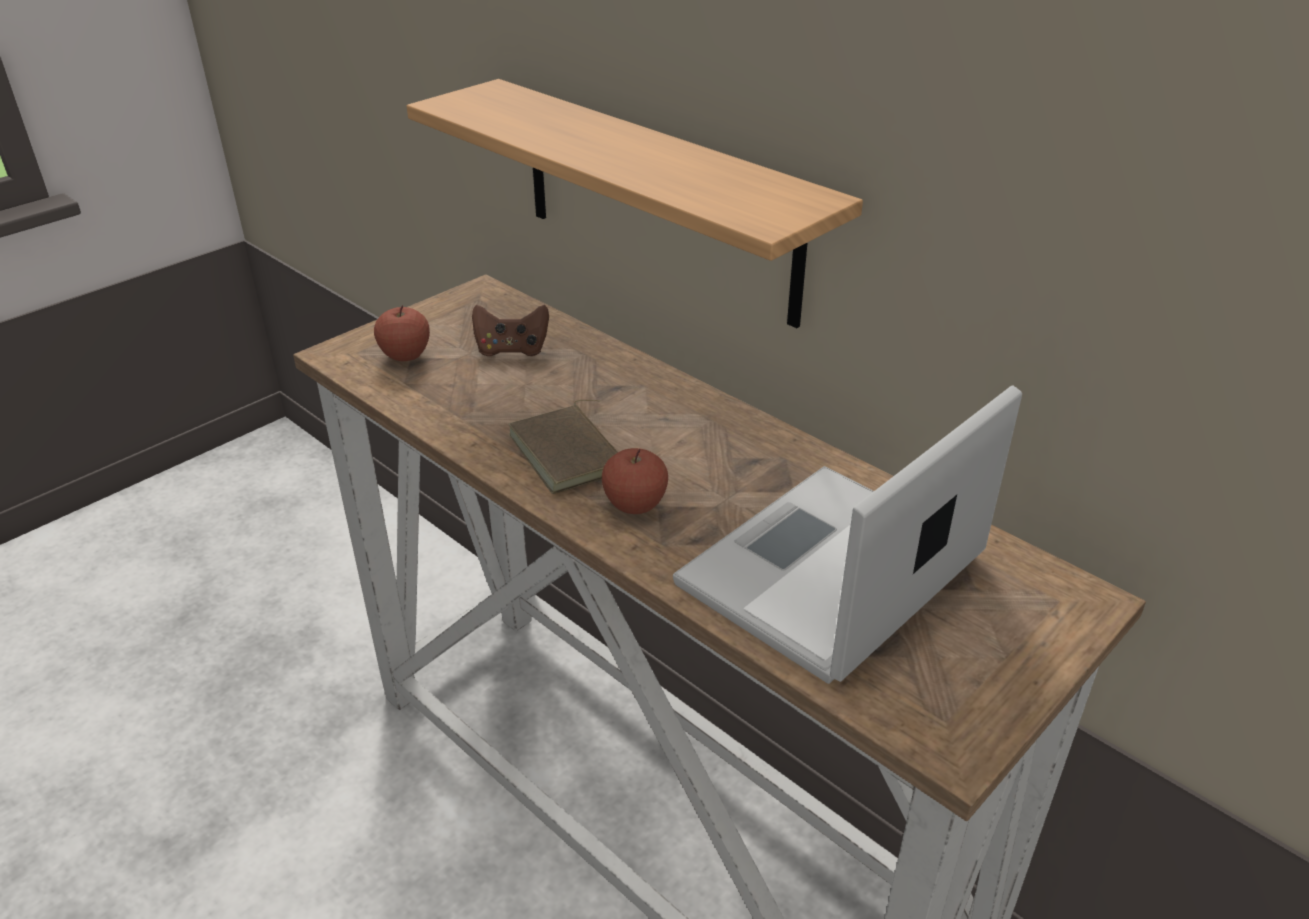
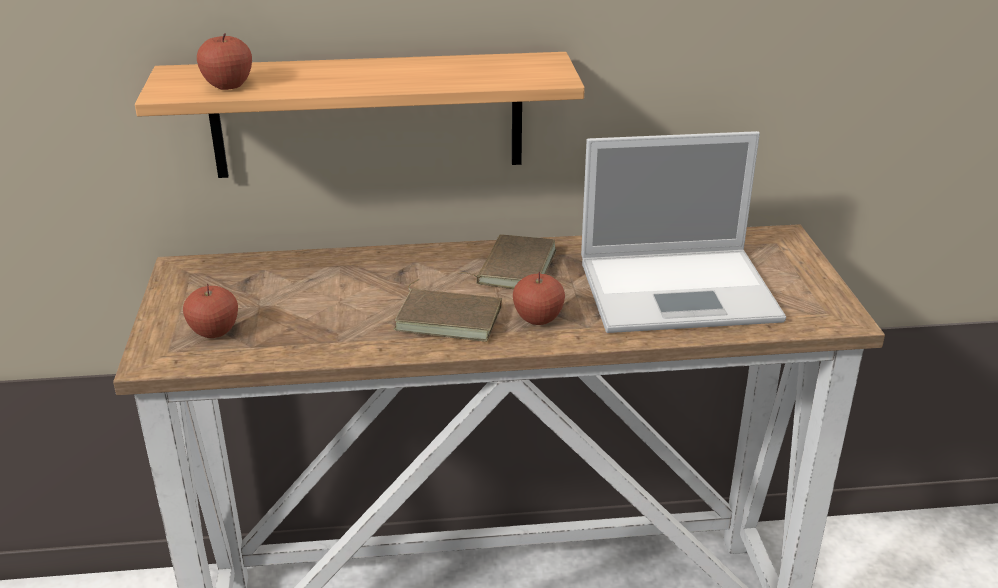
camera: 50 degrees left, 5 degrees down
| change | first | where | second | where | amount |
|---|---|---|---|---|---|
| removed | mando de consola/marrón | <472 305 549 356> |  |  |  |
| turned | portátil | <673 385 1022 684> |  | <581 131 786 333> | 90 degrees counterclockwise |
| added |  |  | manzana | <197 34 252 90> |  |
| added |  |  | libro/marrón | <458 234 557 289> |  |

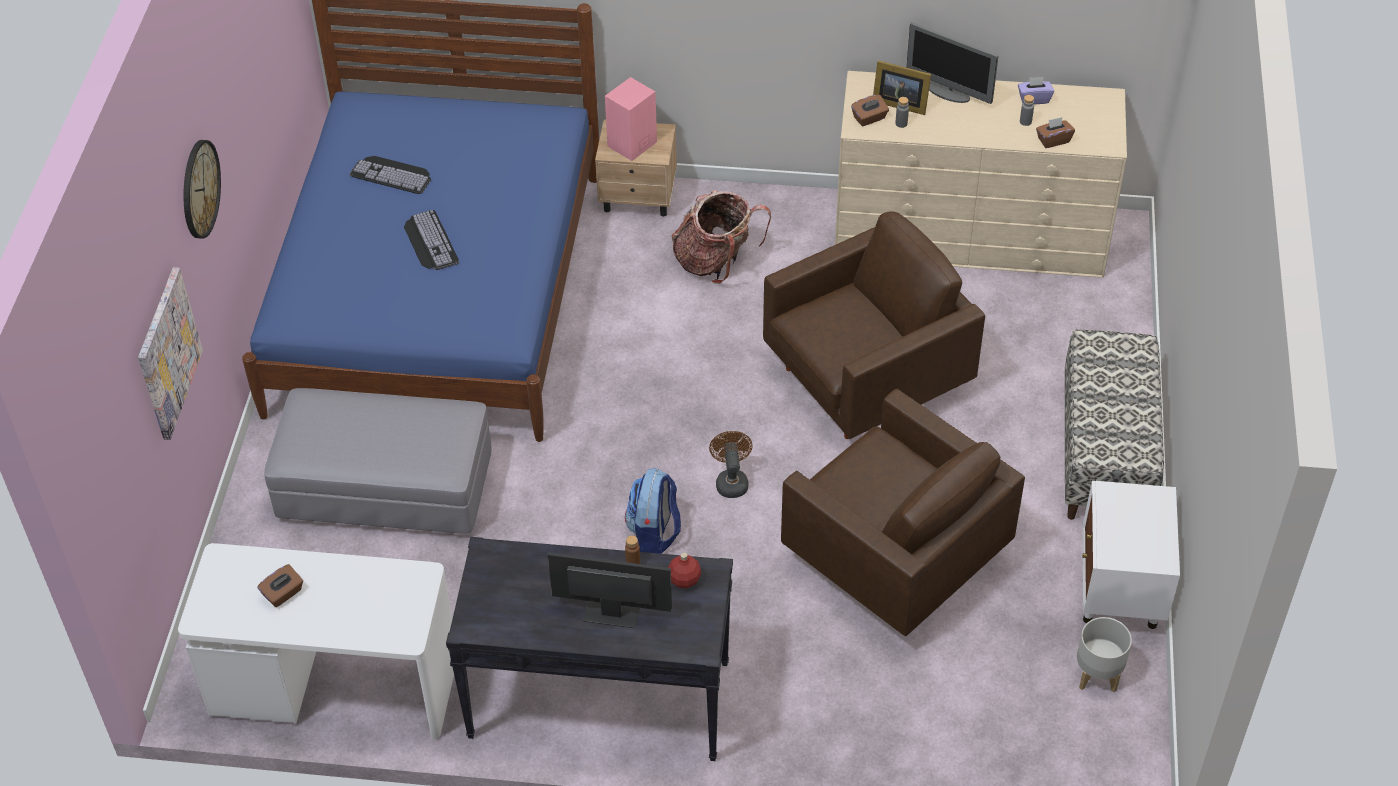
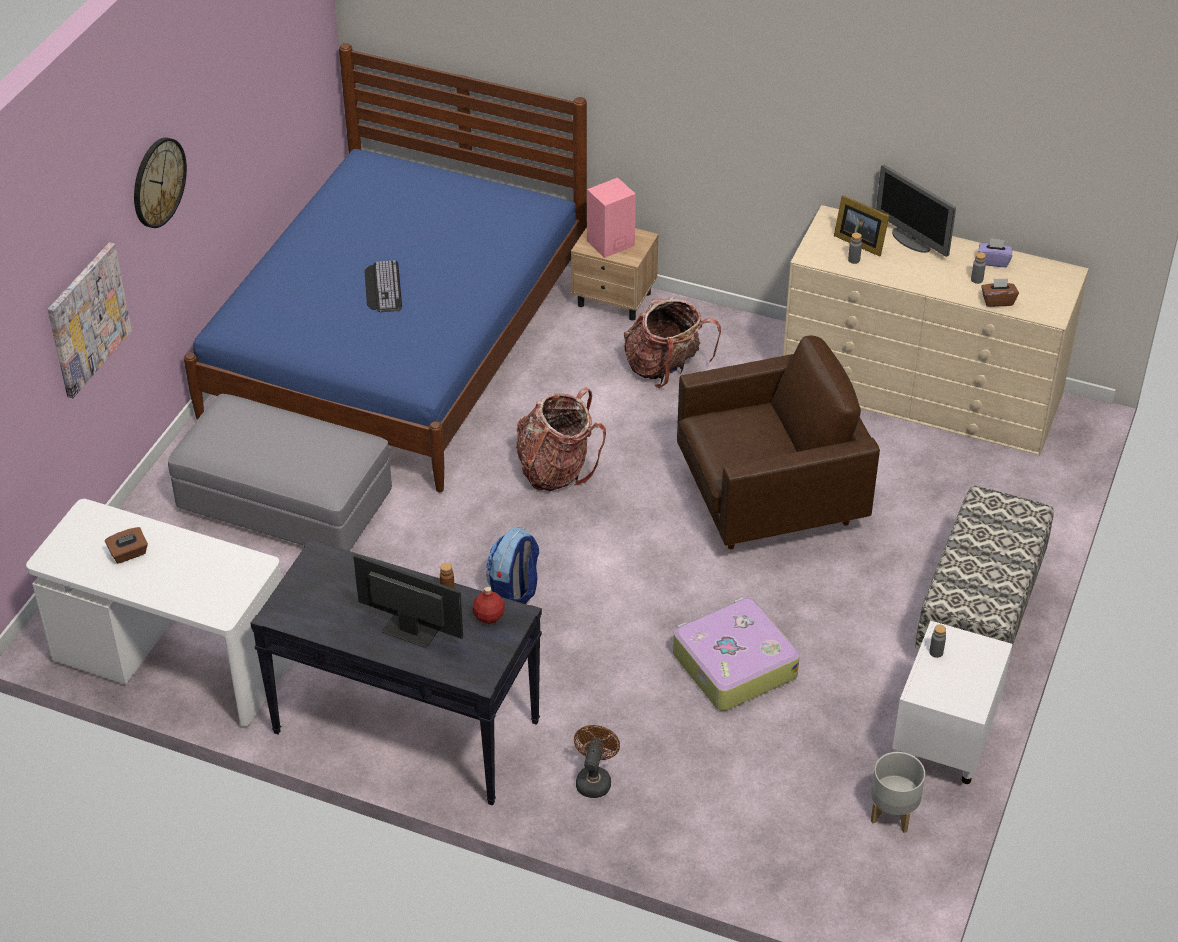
camera: 15 degrees right, 5 degrees down
| change | first | where | second | where | amount |
|---|---|---|---|---|---|
| removed | caja de pañuelos/marrón | <851 95 889 126> |  |  |  |
| removed | teclado | <350 156 431 194> |  |  |  |
| replaced | sillón/marrón | <781 388 1025 636> | maleta | <673 597 800 711> |  |
| moved | ventilador/marrón | <709 431 753 498> |  | <574 725 620 798> |  |
| added |  |  | mochila | <516 387 606 492> |  |
| added |  |  | botella/gris | <929 625 946 658> |  |

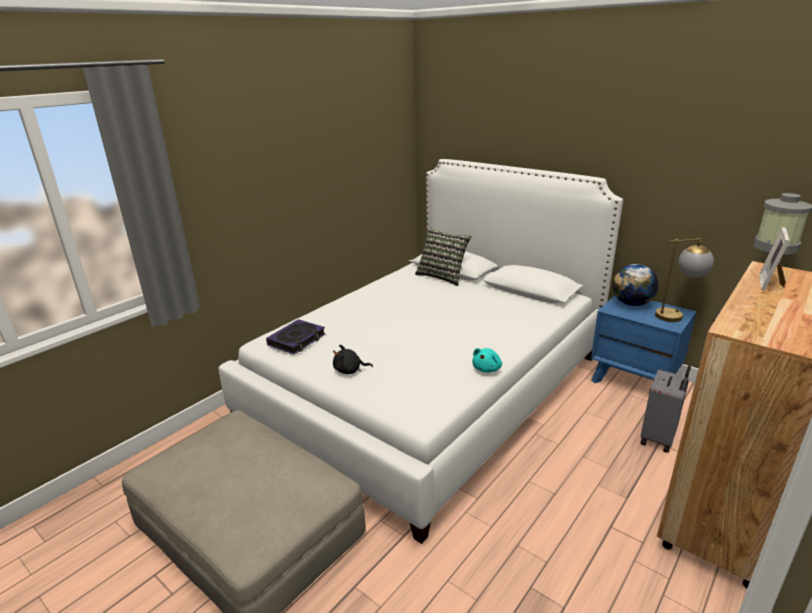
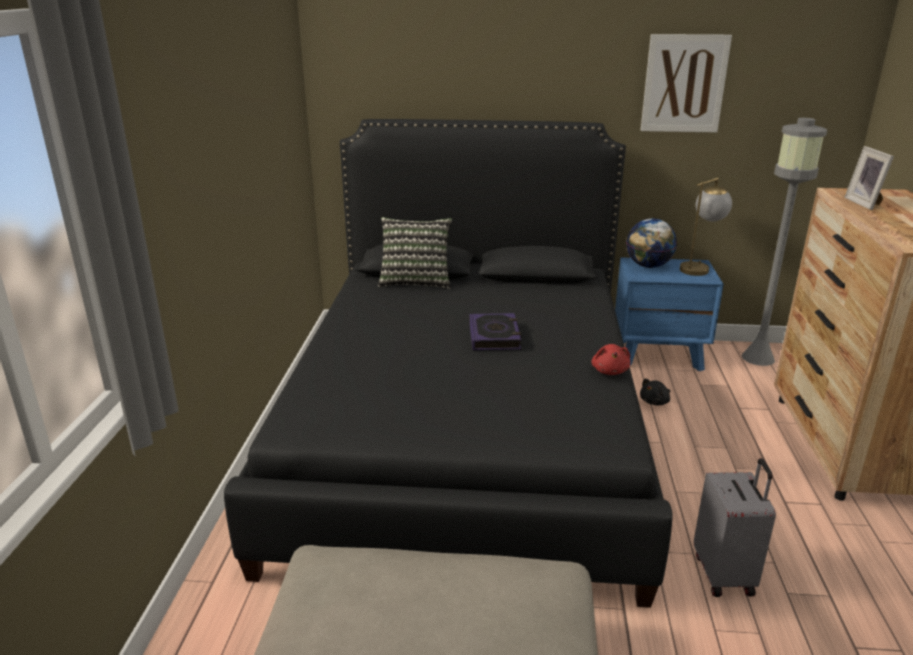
camera: 35 degrees left, 0 degrees up
| change | first | where | second | where | amount |
|---|---|---|---|---|---|
| recoloured | cama/blanco | <218 159 623 544> | cama/negro | <224 119 673 608> |  |
| moved | libro | <266 319 326 354> |  | <469 313 521 350> |  |
| moved | peluche/negro | <333 345 373 374> |  | <640 379 670 405> |  |
| recoloured | peluche/turquesa | <472 348 502 372> | peluche/rojo | <591 344 630 375> |  |
| moved | maleta/gris | <640 366 691 453> |  | <694 458 776 597> |  |
| added |  |  | cuadro | <641 34 732 132> |  |

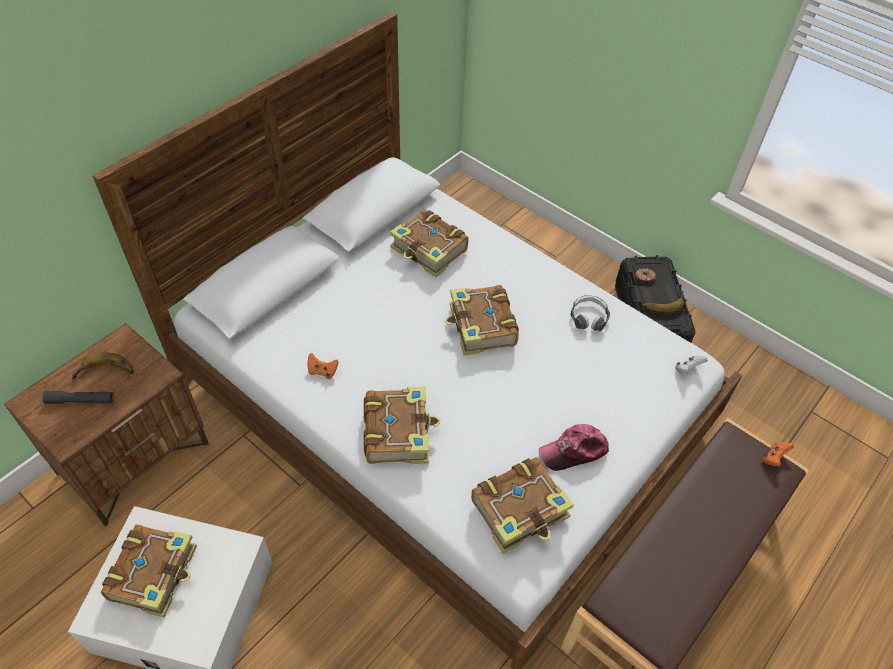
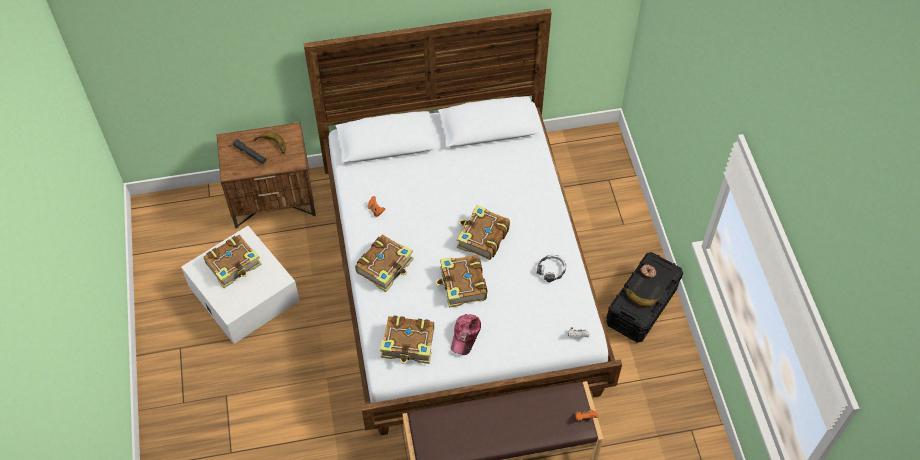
camera: 40 degrees right, 5 degrees up
| change | first | where | second | where | amount |
|---|---|---|---|---|---|
| moved | libro | <390 209 468 277> |  | <436 255 487 308> |  |
| turned | gorra | <539 424 609 471> |  | <451 314 481 355> | 90 degrees counterclockwise |

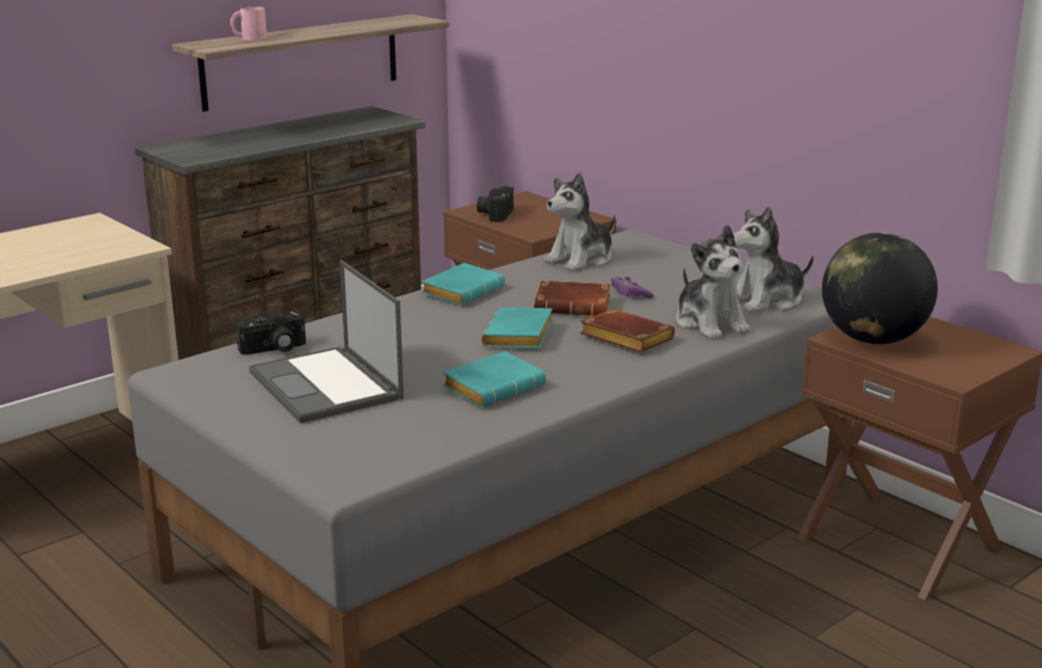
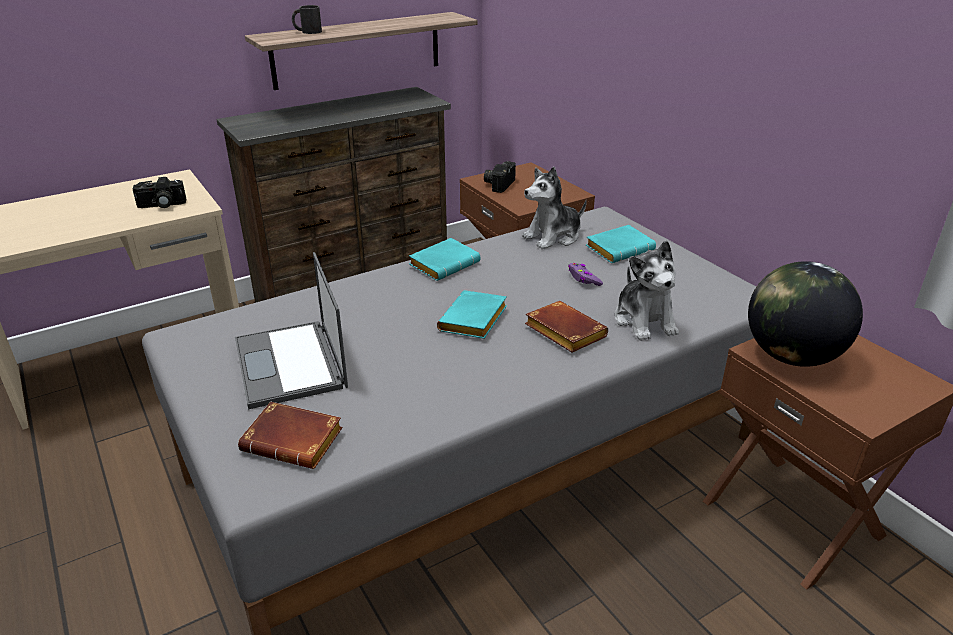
camera: 10 degrees right, 10 degrees up
| change | first | where | second | where | amount |
|---|---|---|---|---|---|
| recoloured | taza grande/rosa | <230 7 267 40> | taza grande/negro | <292 5 322 34> |  |
| removed | peluche | <733 206 814 312> |  |  |  |
| moved | libro/marrón | <534 281 610 316> |  | <238 402 343 469> |  |
| moved | cámara | <236 308 306 355> |  | <133 177 186 208> |  |
| moved | libro/turquesa | <443 351 546 408> |  | <586 225 656 263> |  |

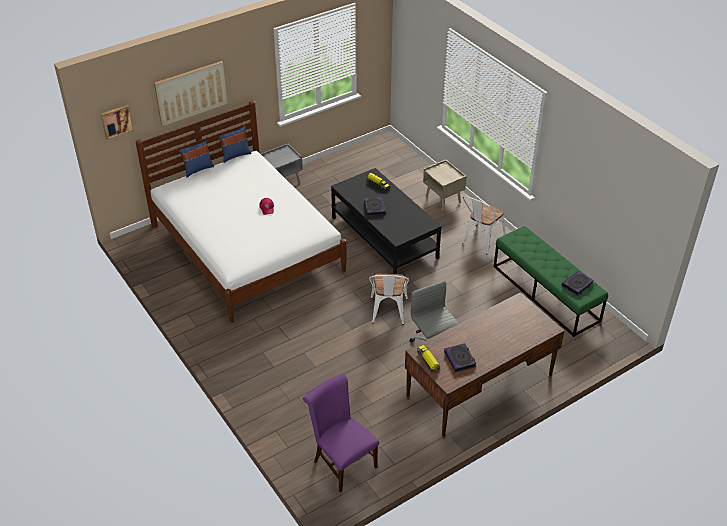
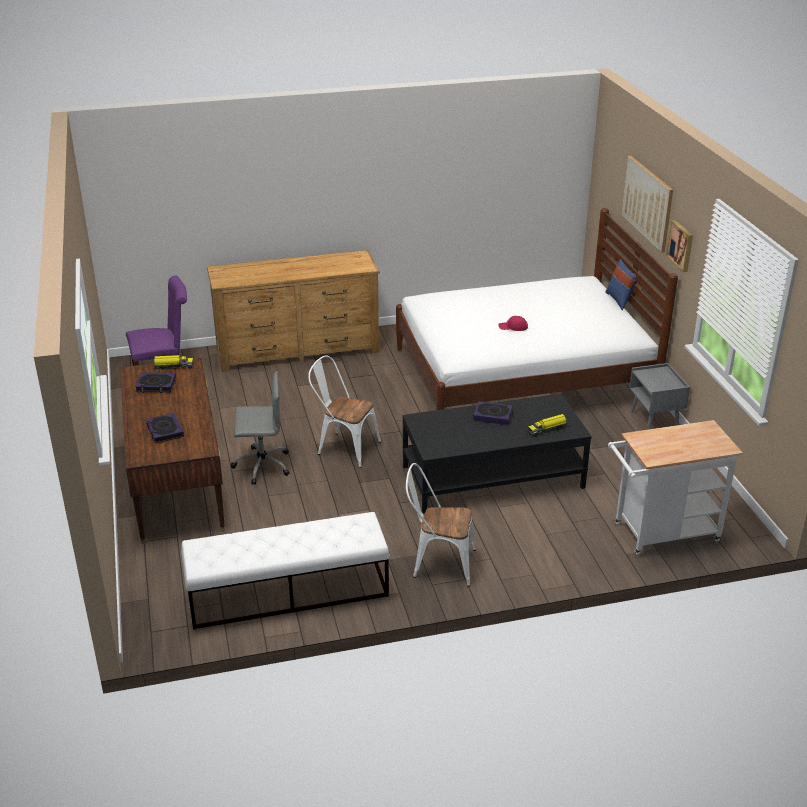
camera: 110 degrees right, 10 degrees down
| change | first | where | second | where | amount |
|---|---|---|---|---|---|
| moved | cuadro | <101 105 134 140> |  | <666 220 693 272> |  |
| removed | cojín/azul | <219 126 252 163> |  |  |  |
| removed | mesita de noche/beis | <423 159 467 211> |  |  |  |
| turned | silla/blanco | <462 196 506 255> |  | <406 463 476 587> | 45 degrees counterclockwise |
| recoloured | banco/verde | <494 226 608 337> | banco/blanco | <181 512 390 630> |  |
| moved | libro | <562 271 594 296> |  | <146 413 184 444> |  |
| added |  |  | cómoda/marrón | <207 250 380 372> |  |
| added |  |  | carrito/blanco | <608 420 743 555> |  |

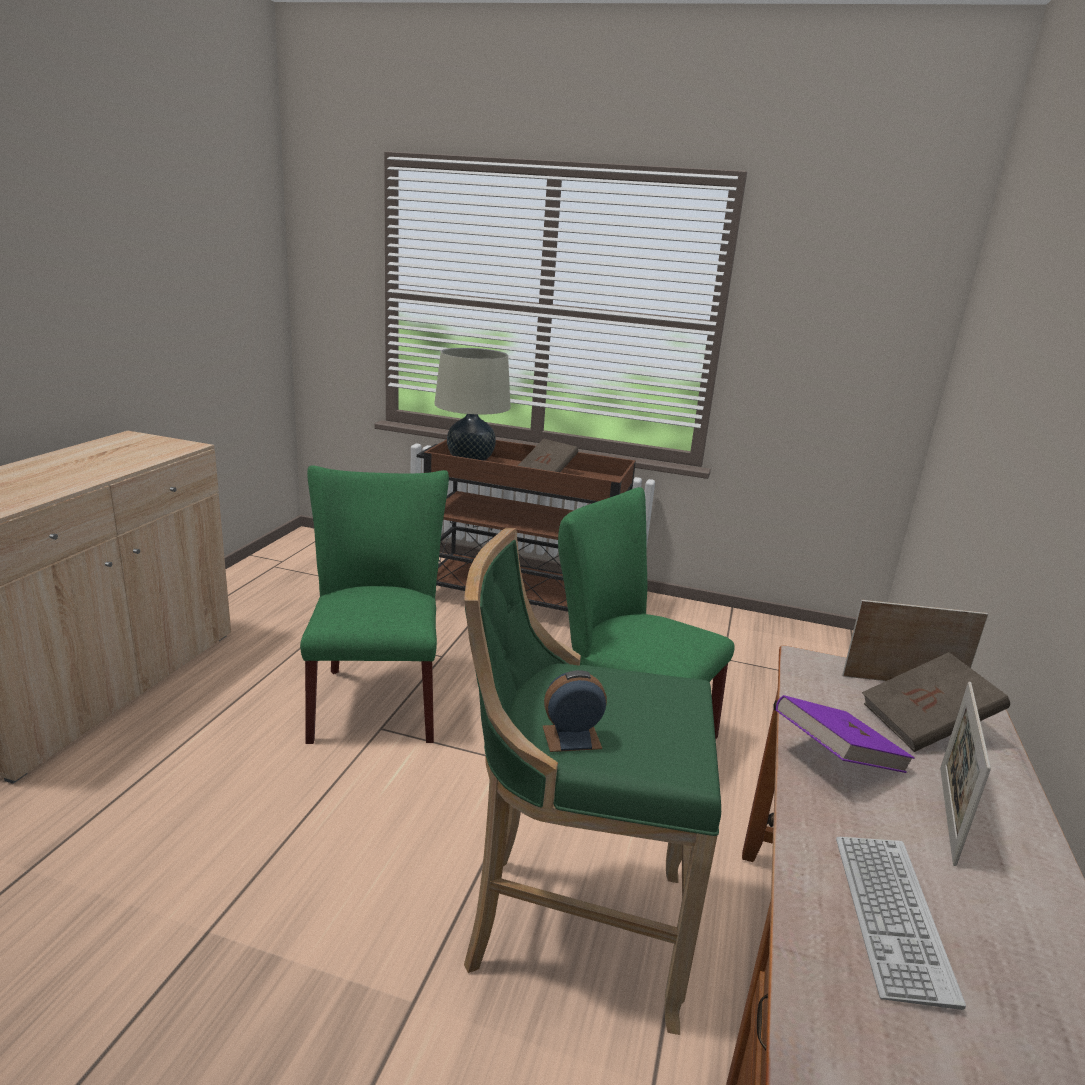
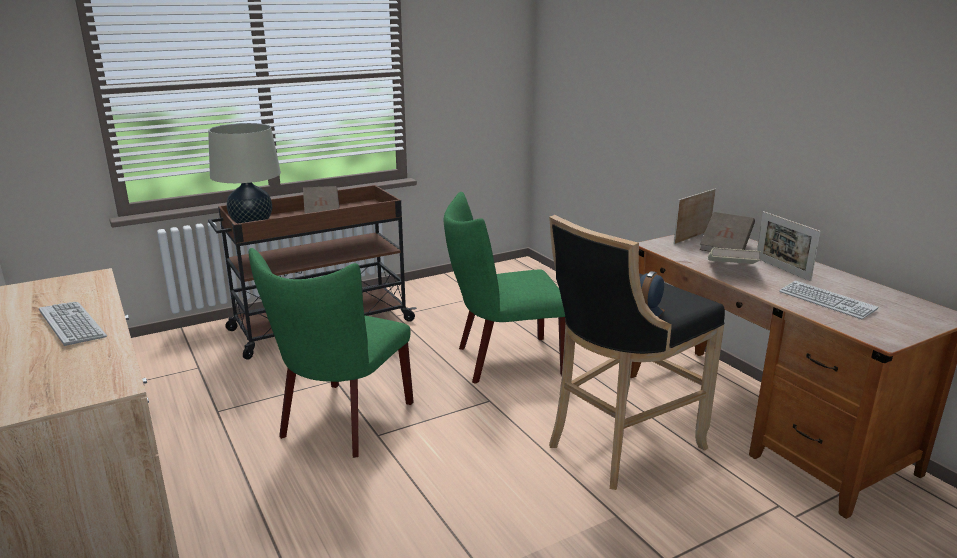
camera: 45 degrees left, 0 degrees up
| change | first | where | second | where | amount |
|---|---|---|---|---|---|
| turned | silla/verde | <300 465 449 744> |  | <249 248 414 458> | 105 degrees counterclockwise |
| recoloured | taburete/verde | <464 528 721 1035> | taburete/negro | <549 215 725 490> |  |
| recoloured | libro/morado | <776 695 915 773> | libro/beis | <708 248 761 264> |  |
| added |  |  | teclado | <39 302 107 346> |  |

